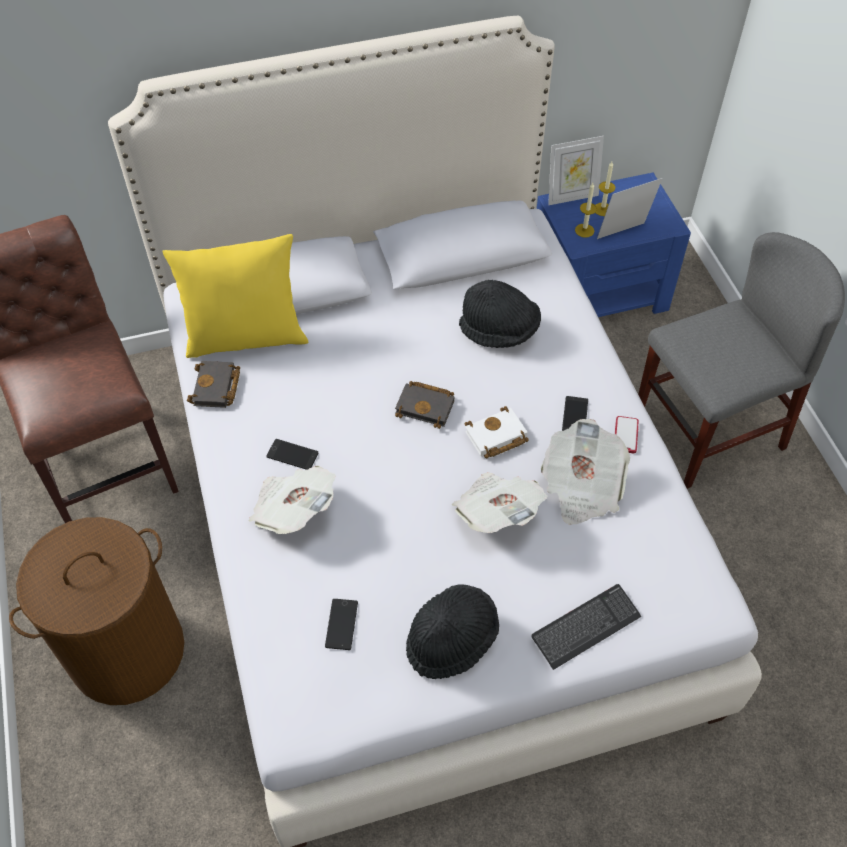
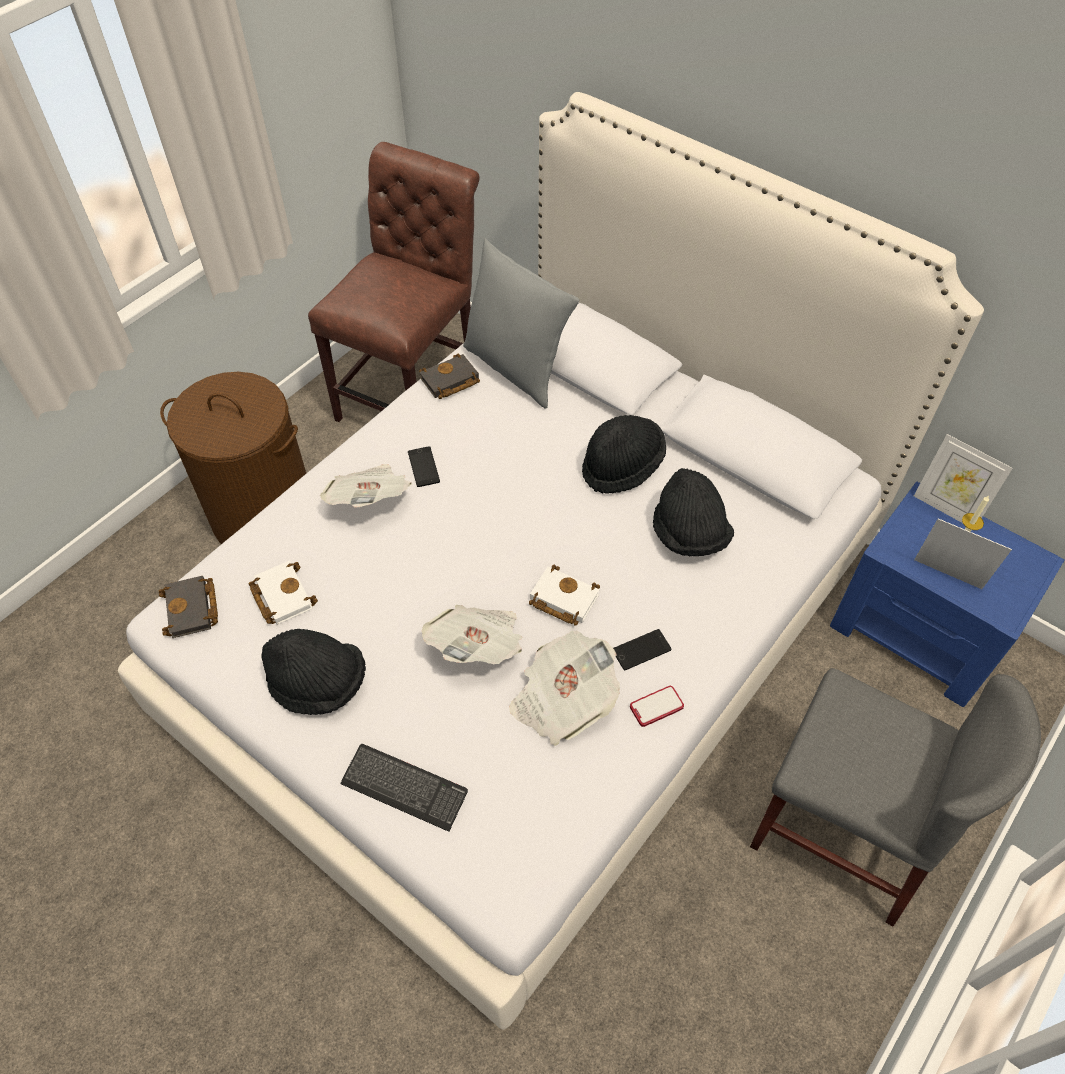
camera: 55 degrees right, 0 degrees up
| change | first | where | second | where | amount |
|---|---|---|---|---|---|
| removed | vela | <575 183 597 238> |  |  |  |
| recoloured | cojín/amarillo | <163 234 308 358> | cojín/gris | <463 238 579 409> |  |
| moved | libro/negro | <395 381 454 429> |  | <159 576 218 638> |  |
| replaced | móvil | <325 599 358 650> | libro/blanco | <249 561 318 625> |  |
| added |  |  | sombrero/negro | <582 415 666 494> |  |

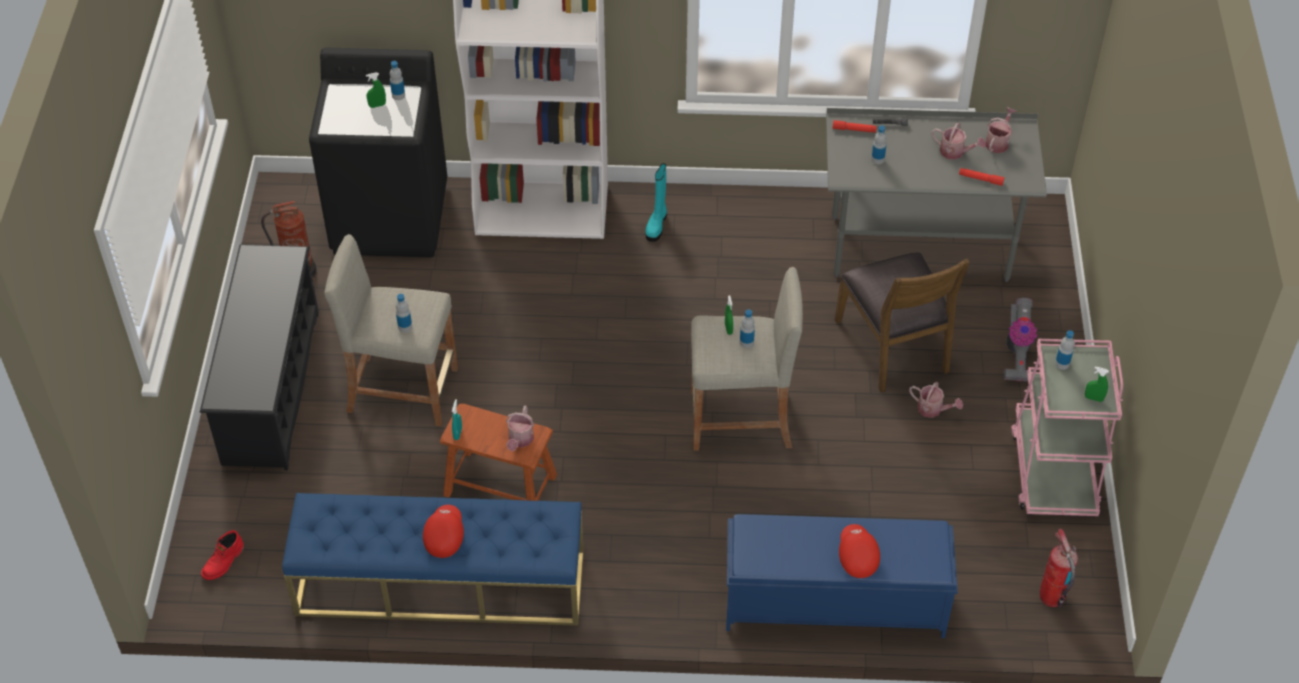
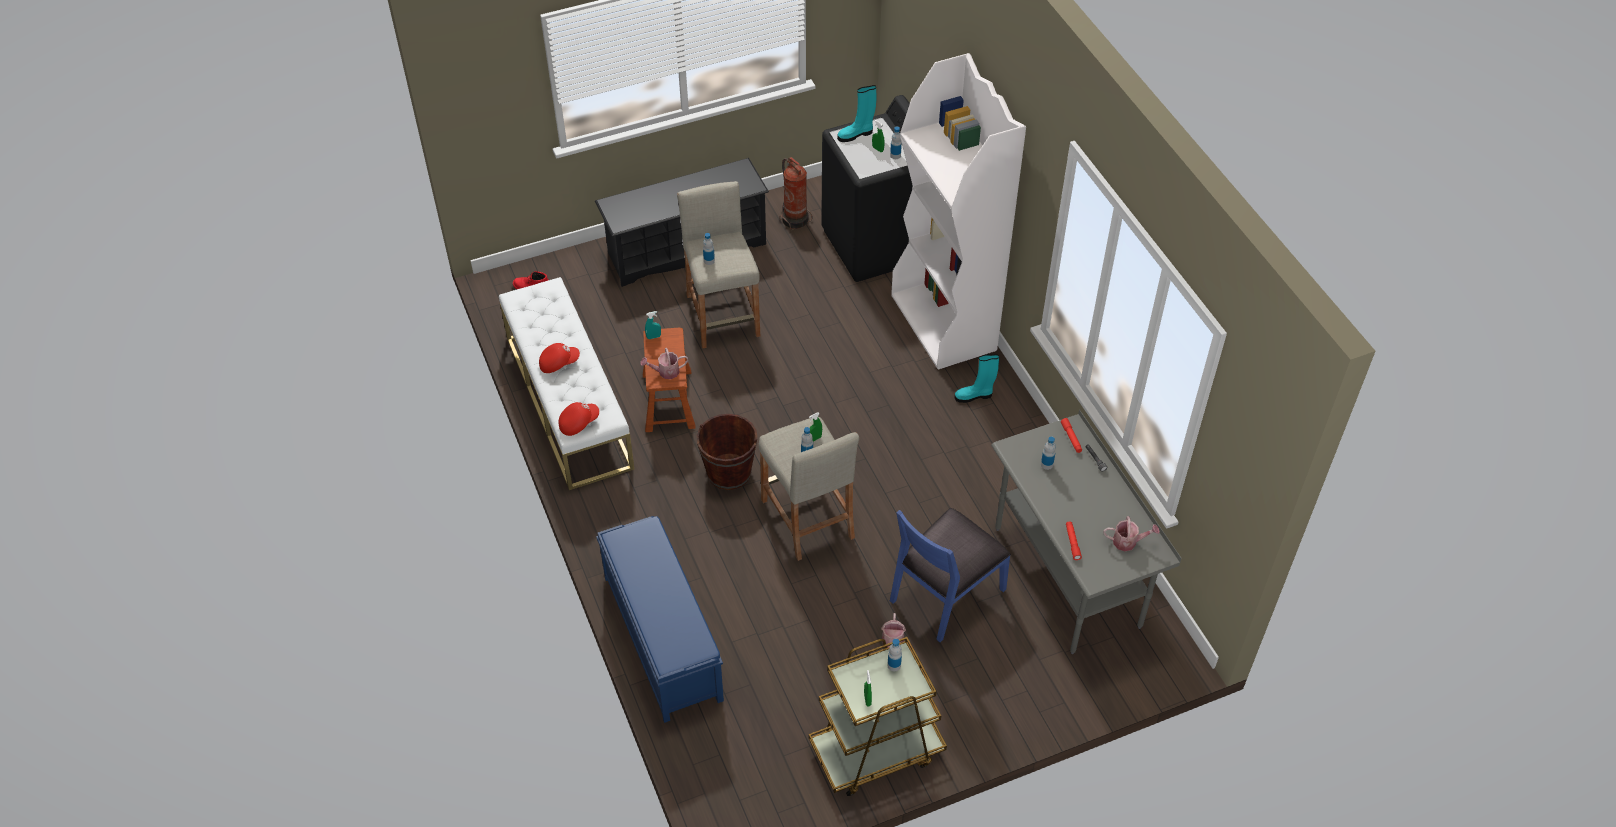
camera: 65 degrees right, 0 degrees up
| change | first | where | second | where | amount |
|---|---|---|---|---|---|
| removed | regadera | <932 123 986 160> |  |  |  |
| recoloured | silla/marrón | <835 253 970 392> | silla/azul | <890 508 1011 642> |  |
| removed | aspiradora | <1004 298 1037 382> |  |  |  |
| recoloured | carrito/rosa | <1011 339 1123 516> | carrito/marrón | <809 637 947 796> |  |
| recoloured | banco/azul | <282 493 584 626> | banco/blanco | <499 277 634 490> |  |
| moved | gorra/rojo | <839 524 880 578> |  | <559 402 599 436> |  |
| removed | extintor | <1040 528 1078 607> |  |  |  |
| added |  |  | bota/turquesa | <837 85 876 142> |  |
| added |  |  | cubo/marrón | <696 414 758 490> |  |

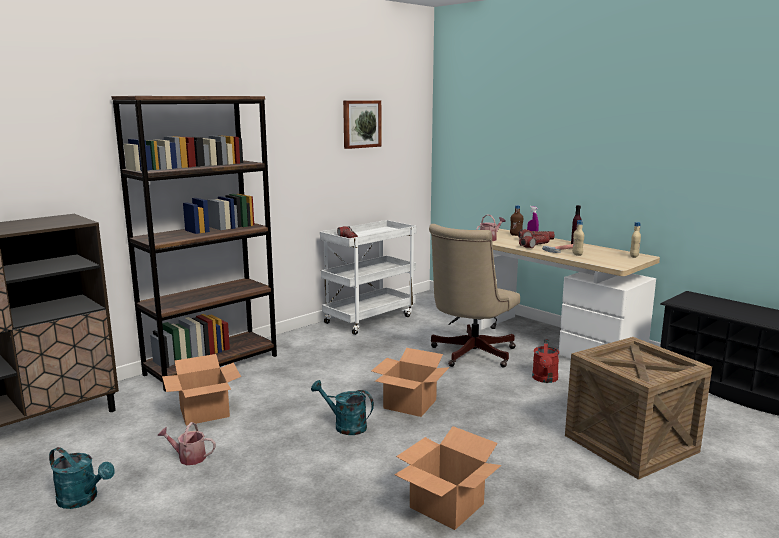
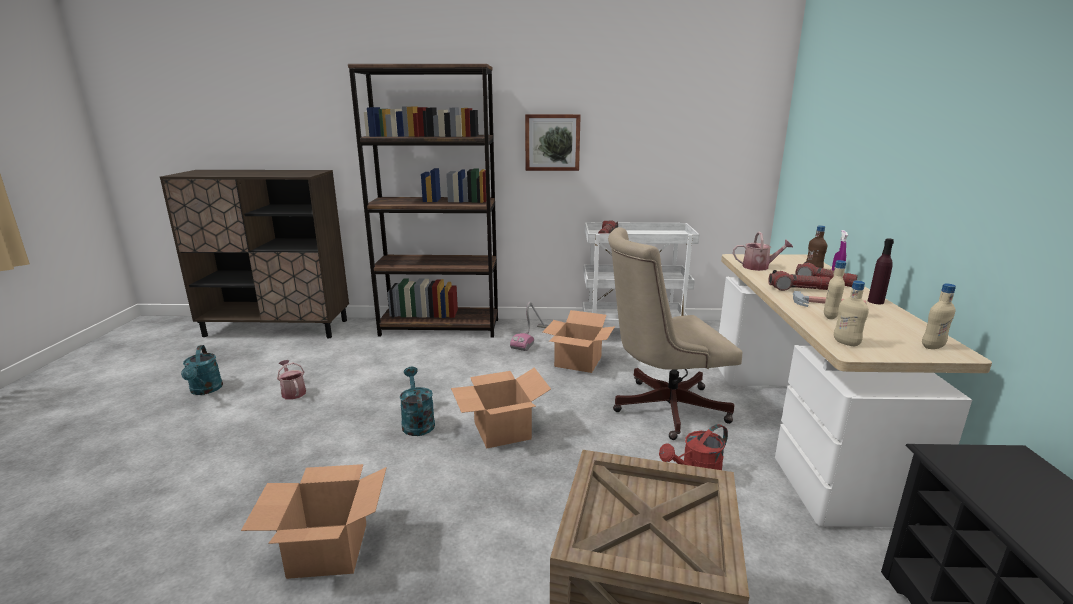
camera: 45 degrees right, 5 degrees up
| change | first | where | second | where | amount |
|---|---|---|---|---|---|
| moved | cuadro | <343 100 382 149> |  | <525 114 581 171> |  |
| moved | caja de cartón | <162 354 241 426> |  | <543 310 615 373> |  |
| added |  |  | botella/beis | <834 281 869 346> |  |
| added |  |  | aspiradora | <510 302 548 351> |  |

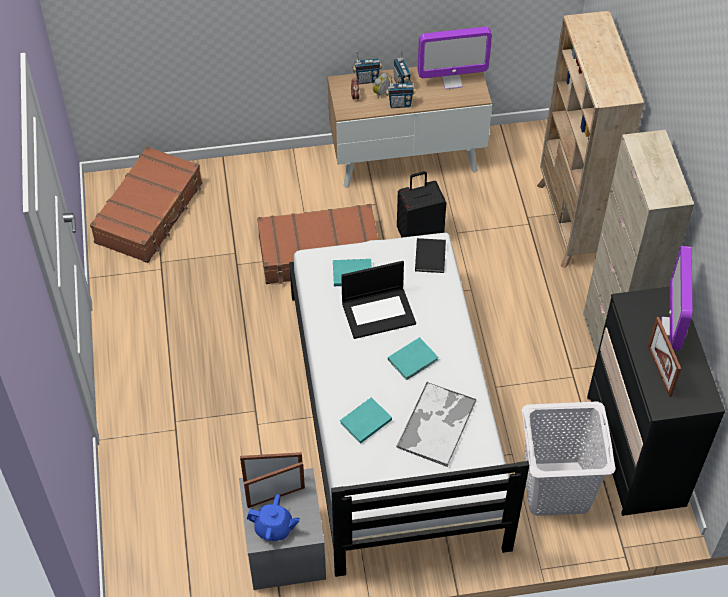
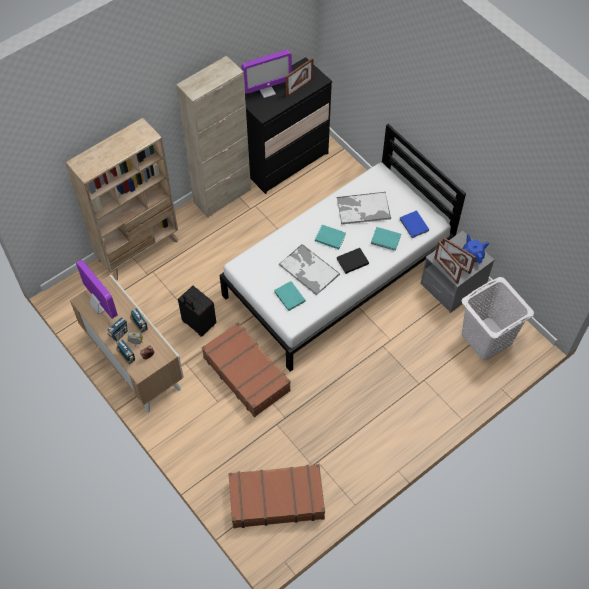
camera: 120 degrees left, 5 degrees up
| change | first | where | second | where | amount |
|---|---|---|---|---|---|
| moved | libro/negro | <415 238 446 273> |  | <337 248 369 274> |  |
| replaced | portátil | <341 261 416 339> | bandeja | <279 244 340 296> |  |
| moved | cesto de la ropa/blanco | <522 401 616 516> |  | <462 277 534 360> |  |
| added |  |  | libro/azul | <400 210 429 238> |  |

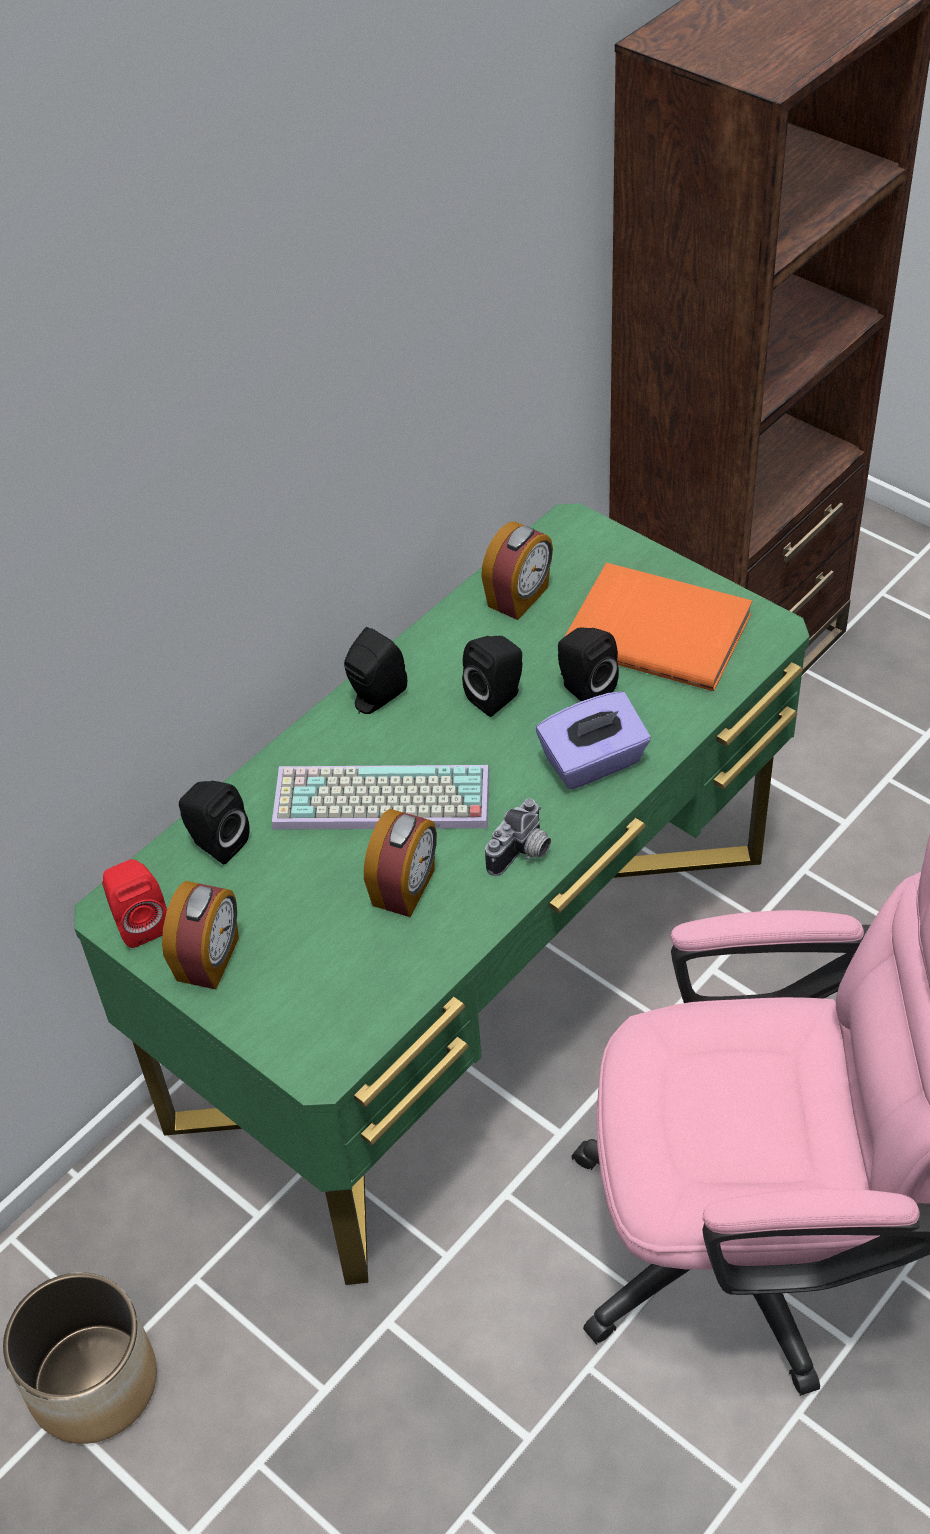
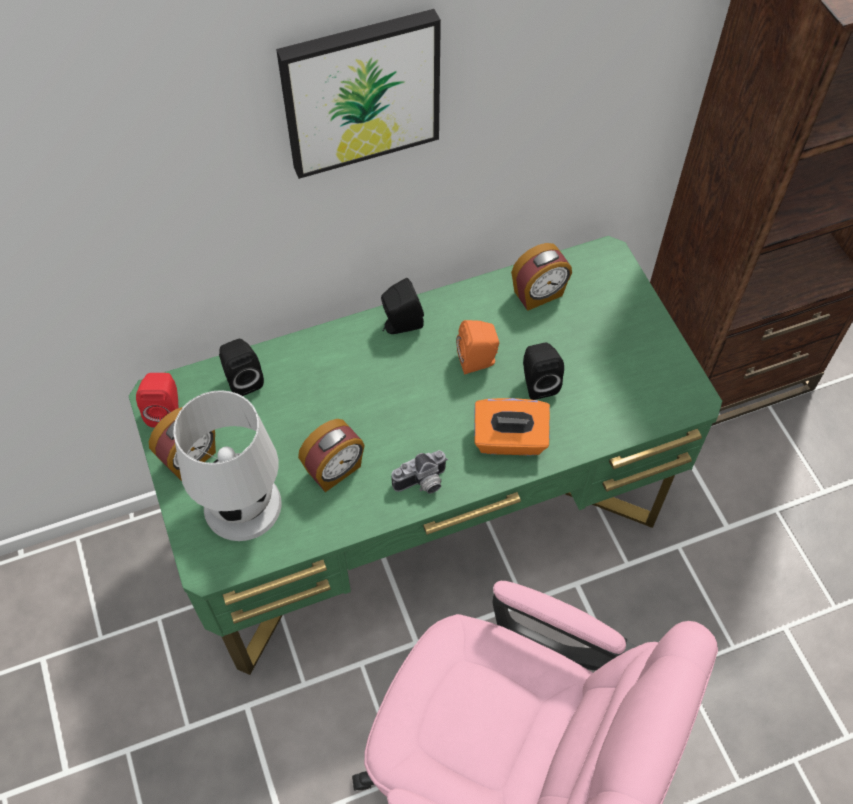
camera: 25 degrees right, 10 degrees up
| change | first | where | second | where | amount |
|---|---|---|---|---|---|
| removed | libro/naranja | <565 563 752 691> |  |  |  |
| recoloured | altavoz/negro | <462 636 522 717> | altavoz/naranja | <456 320 500 374> |  |
| recoloured | caja de pañuelos/morado | <536 691 651 789> | caja de pañuelos/naranja | <475 398 550 455> |  |
| removed | teclado | <272 765 490 830> |  |  |  |
| removed | maceta | <3 1272 157 1444> |  |  |  |
| added |  |  | cuadro | <276 9 441 179> |  |
| added |  |  | lámpara de mesa/blanco | <174 390 282 541> |  |

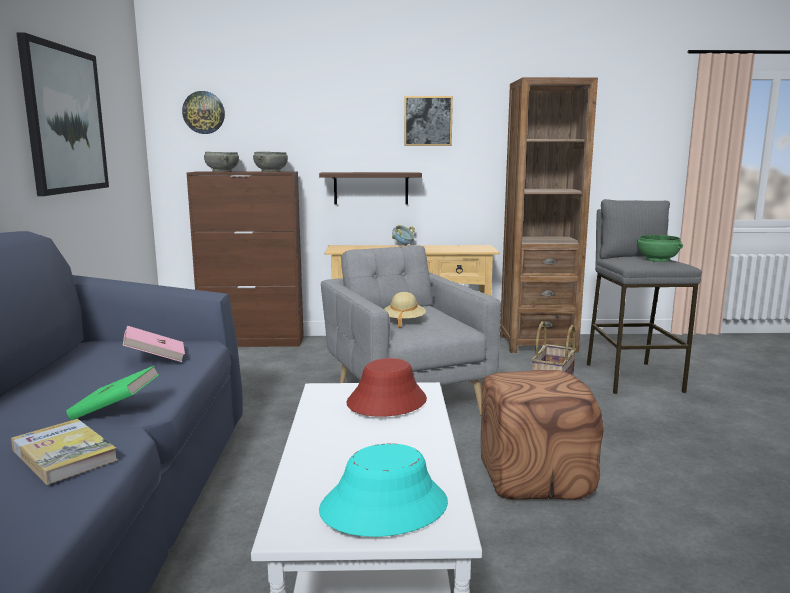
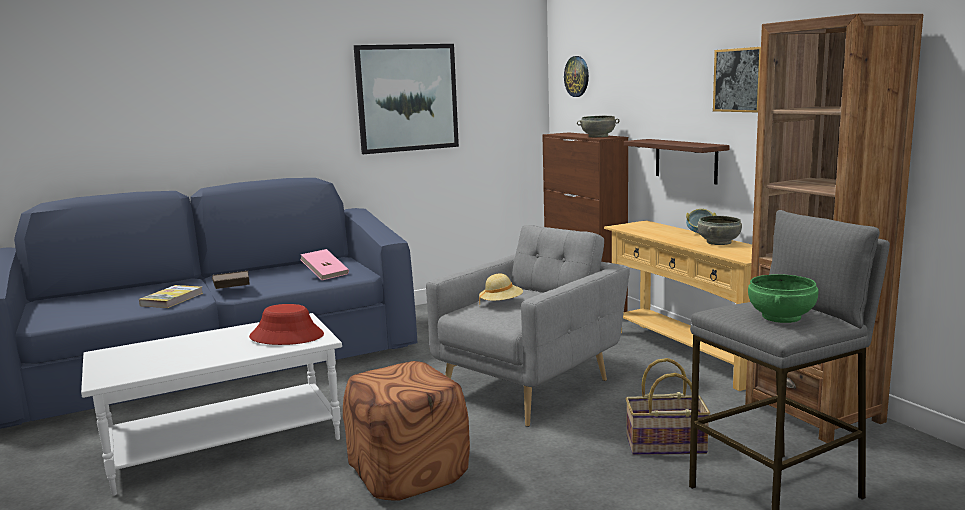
camera: 65 degrees right, 0 degrees up
| change | first | where | second | where | amount |
|---|---|---|---|---|---|
| moved | cuenco/gris | <204 152 239 172> |  | <698 216 742 245> |  |
| recoloured | libro/verde | <66 365 160 420> | libro/marrón | <212 271 250 289> |  |
| removed | sombrero/turquesa | <319 444 448 537> |  |  |  |

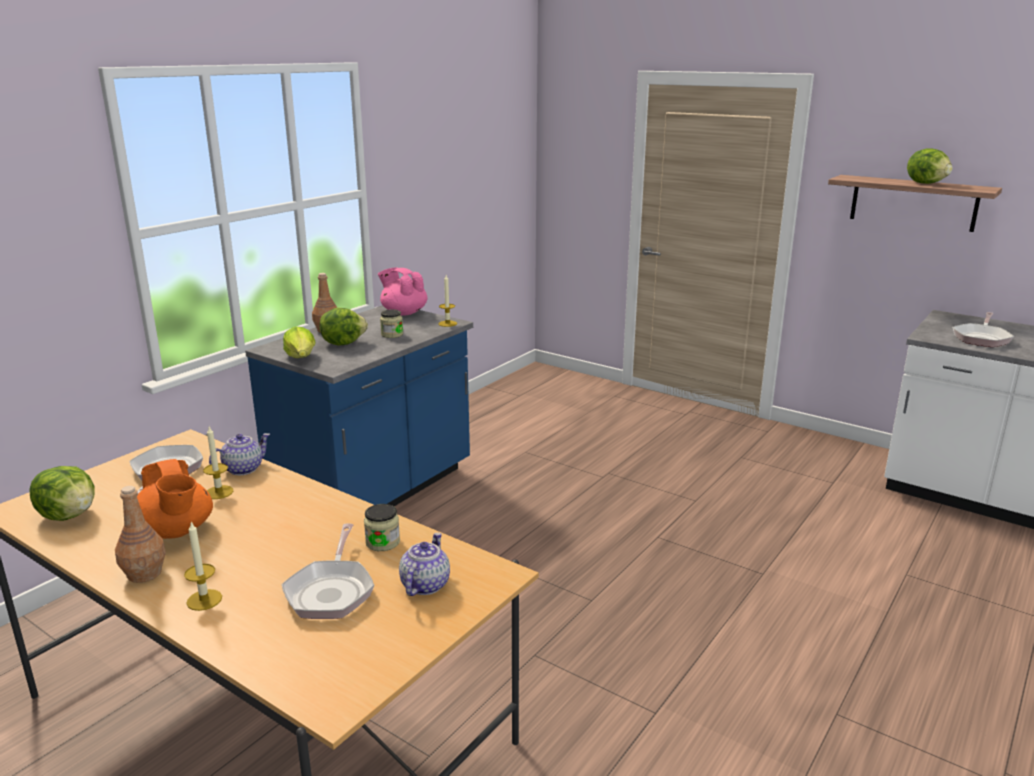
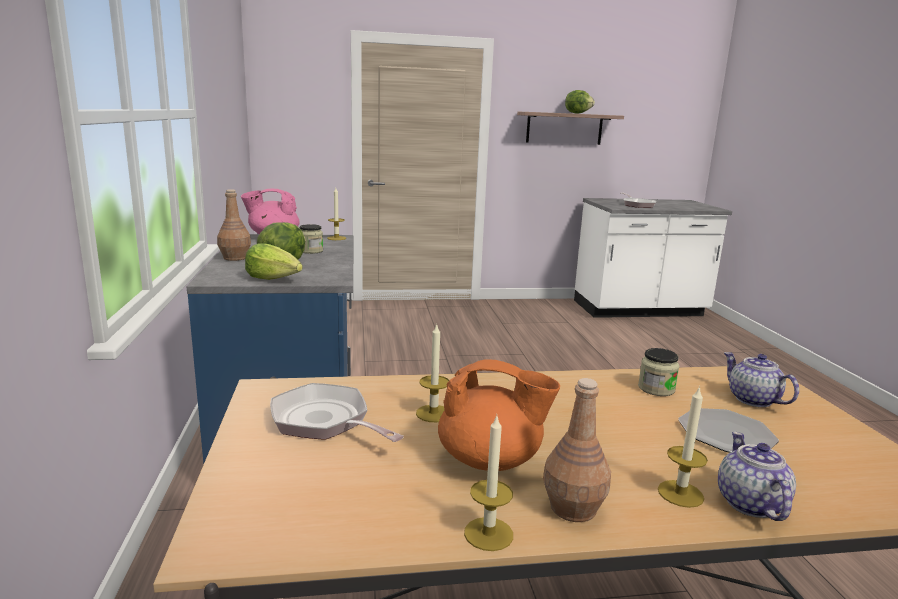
camera: 45 degrees left, 5 degrees down
| change | first | where | second | where | amount |
|---|---|---|---|---|---|
| moved | tetera | <209 433 270 475> |  | <718 432 796 521> |  |
| removed | lechuga | <29 466 95 521> |  |  |  |
| replaced | sartén | <282 523 375 619> | plato | <678 408 779 453> |  |
| added |  |  | vela | <464 416 513 551> |  |

